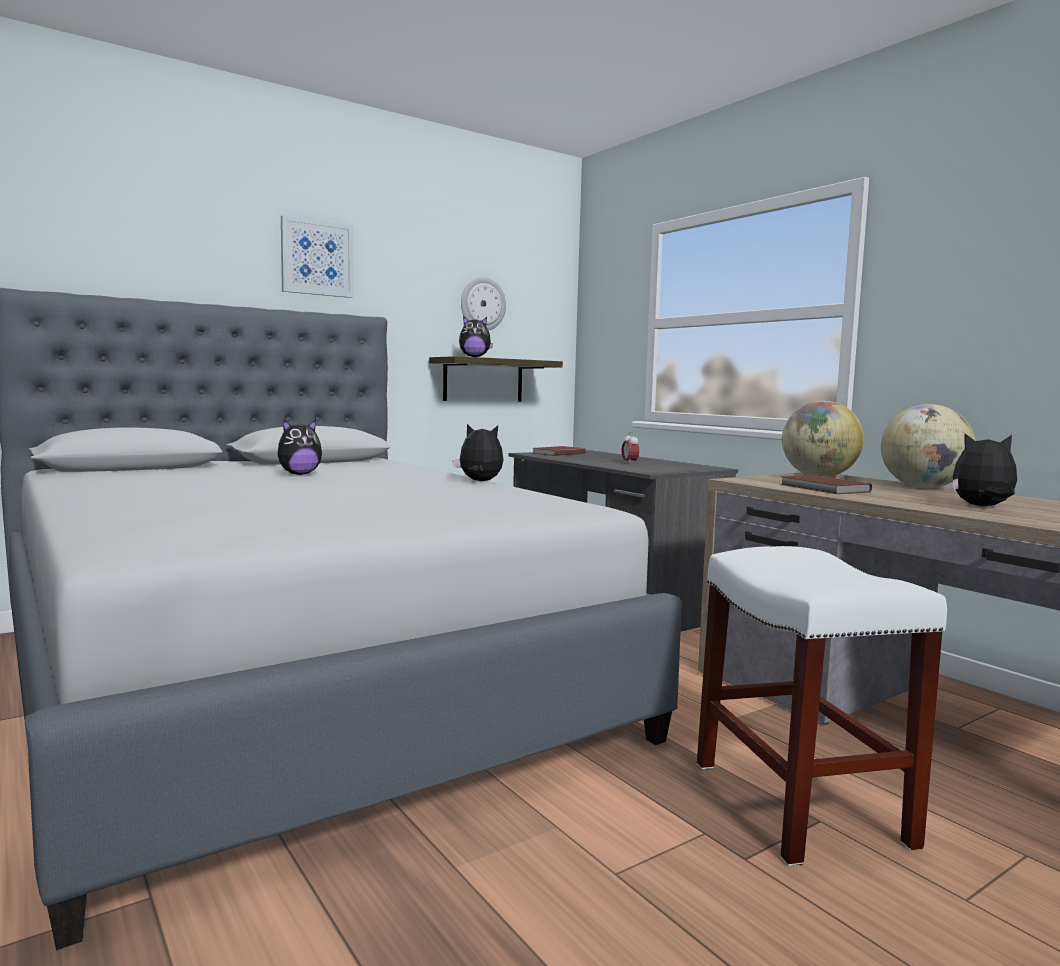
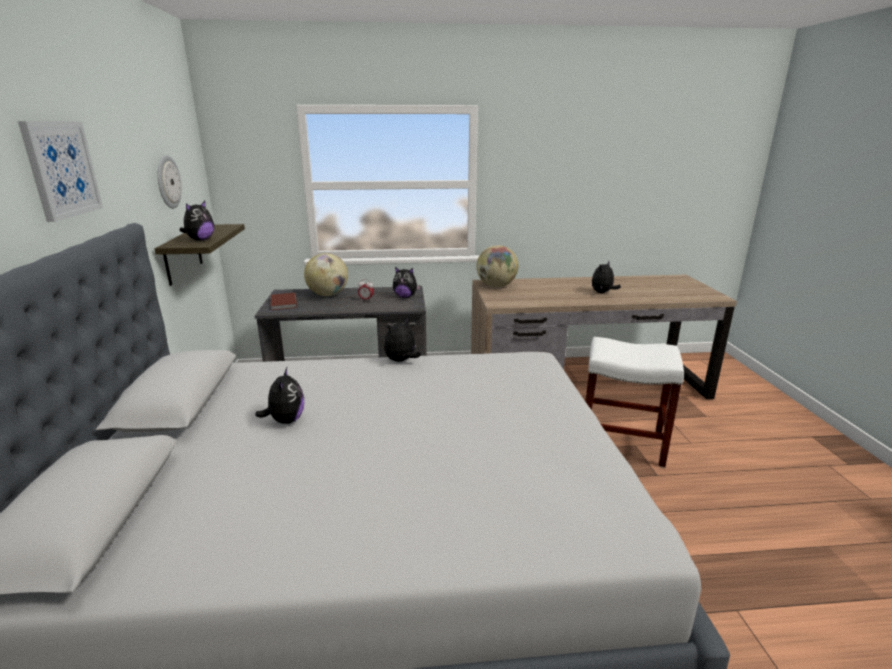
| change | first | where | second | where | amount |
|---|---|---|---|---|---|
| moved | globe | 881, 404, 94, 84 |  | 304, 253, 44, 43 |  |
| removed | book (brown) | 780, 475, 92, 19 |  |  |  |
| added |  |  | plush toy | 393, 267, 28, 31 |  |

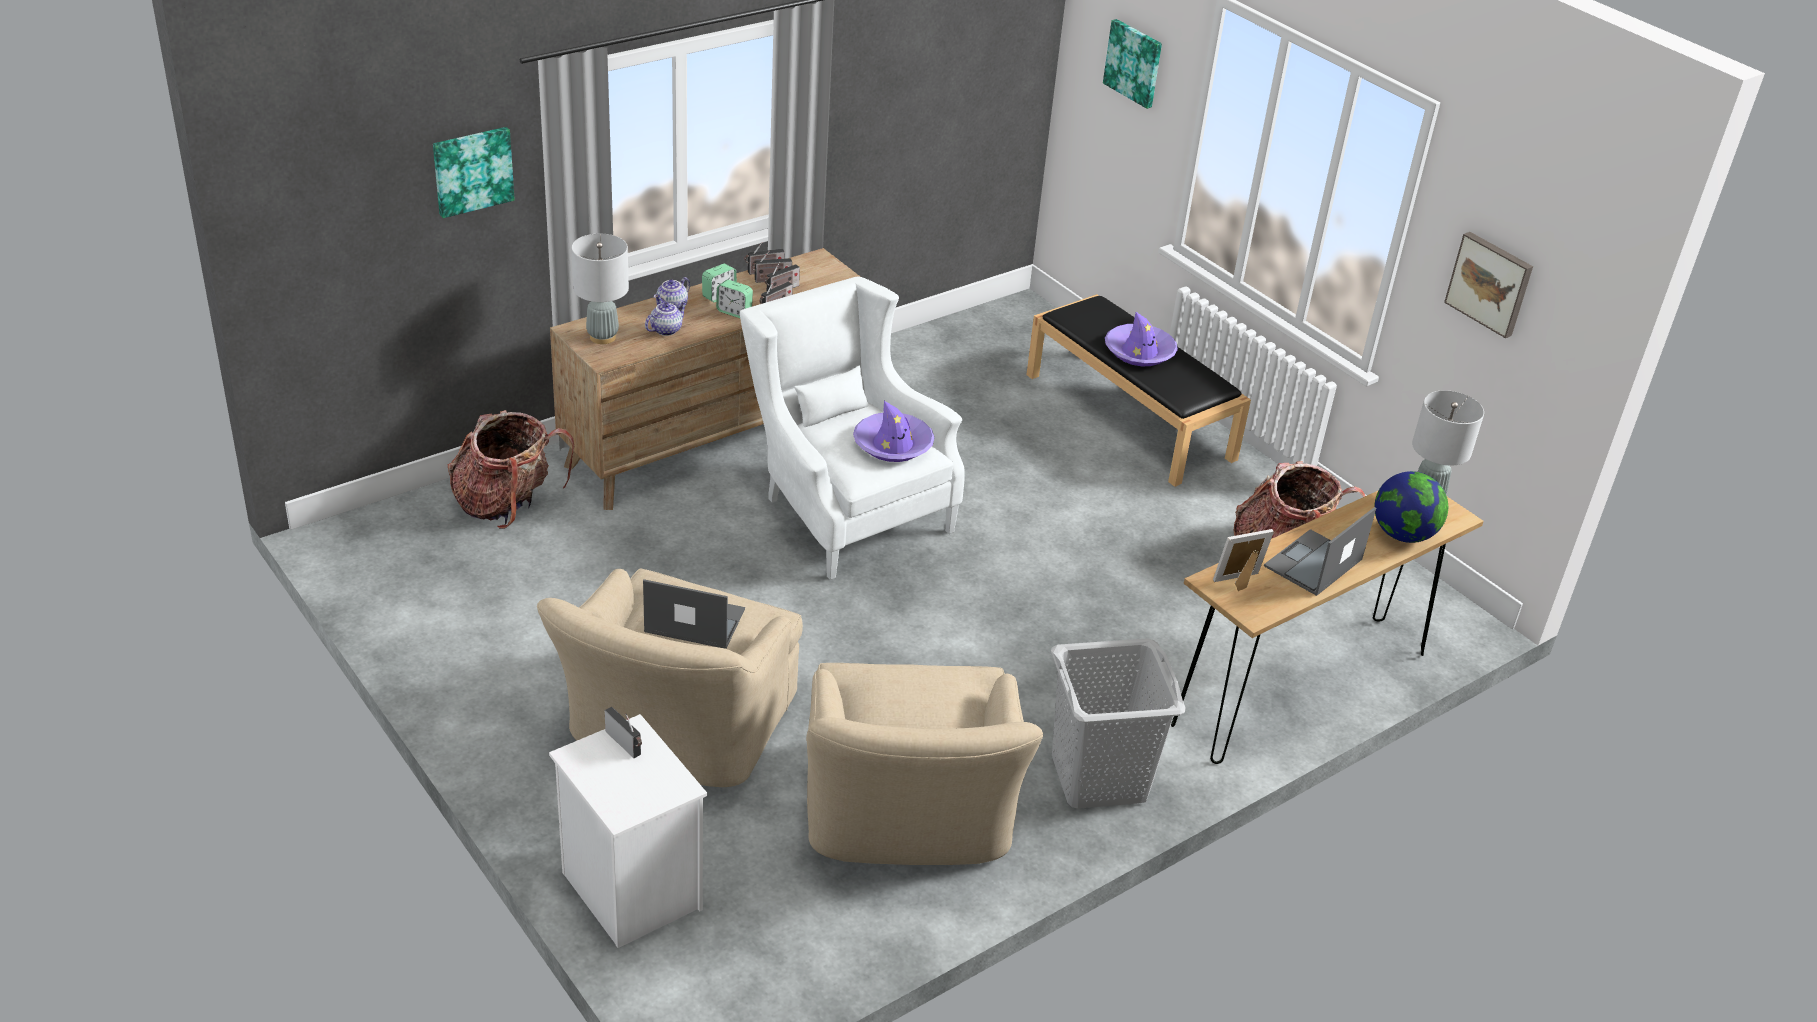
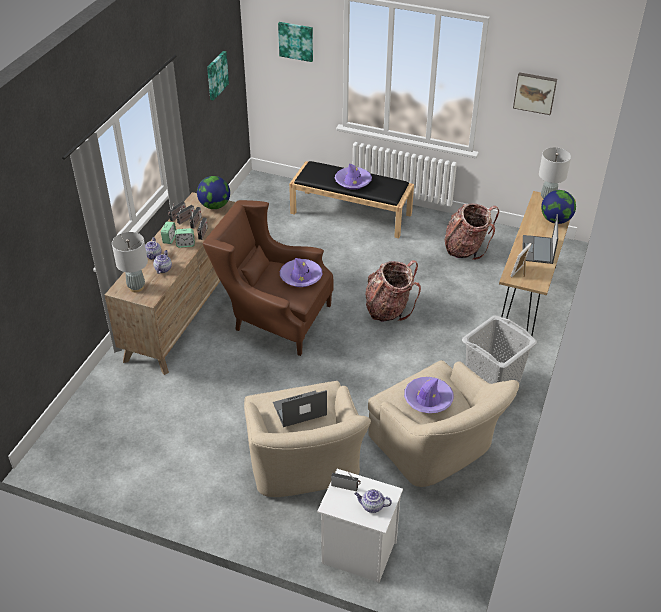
| change | first | where | second | where | amount |
|---|---|---|---|---|---|
| moved | picture | 433, 127, 82, 91 |  | 207, 51, 22, 50 |  |
| recoloured | armchair (white) | 740, 276, 225, 304 | armchair (brown) | 203, 200, 131, 156 |  |
| moved | backpack | 447, 410, 127, 119 |  | 365, 260, 56, 62 |  |
| added |  |  | globe | 197, 176, 33, 33 |  |
| added |  |  | hat (purple) | 404, 377, 50, 36 |  |
| added |  |  | teapot | 354, 489, 38, 24 |  |

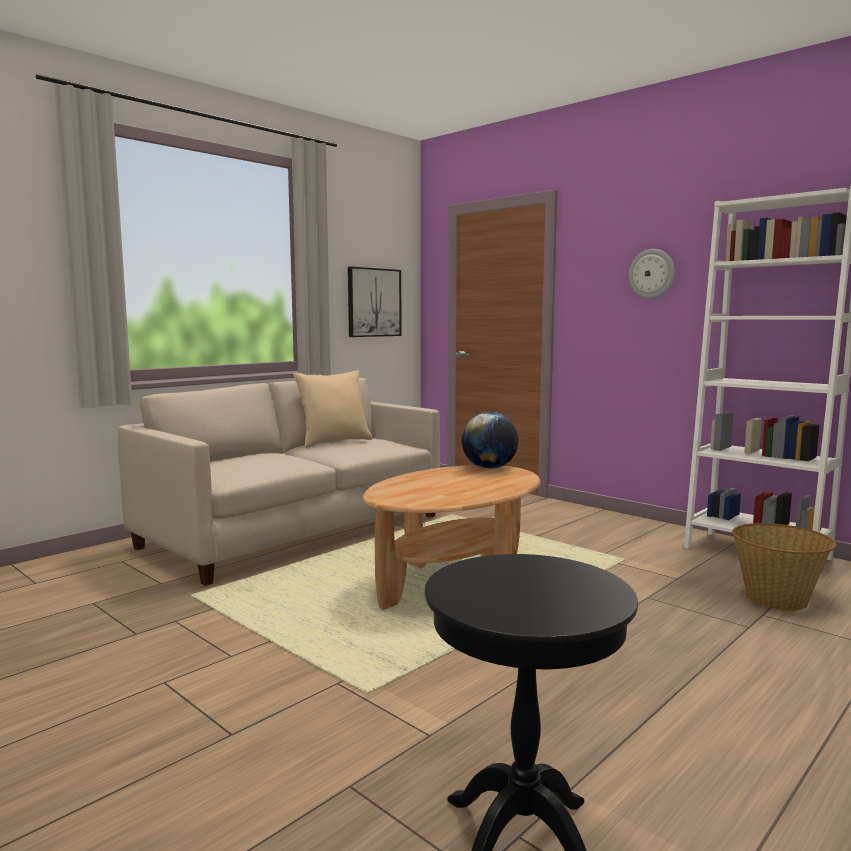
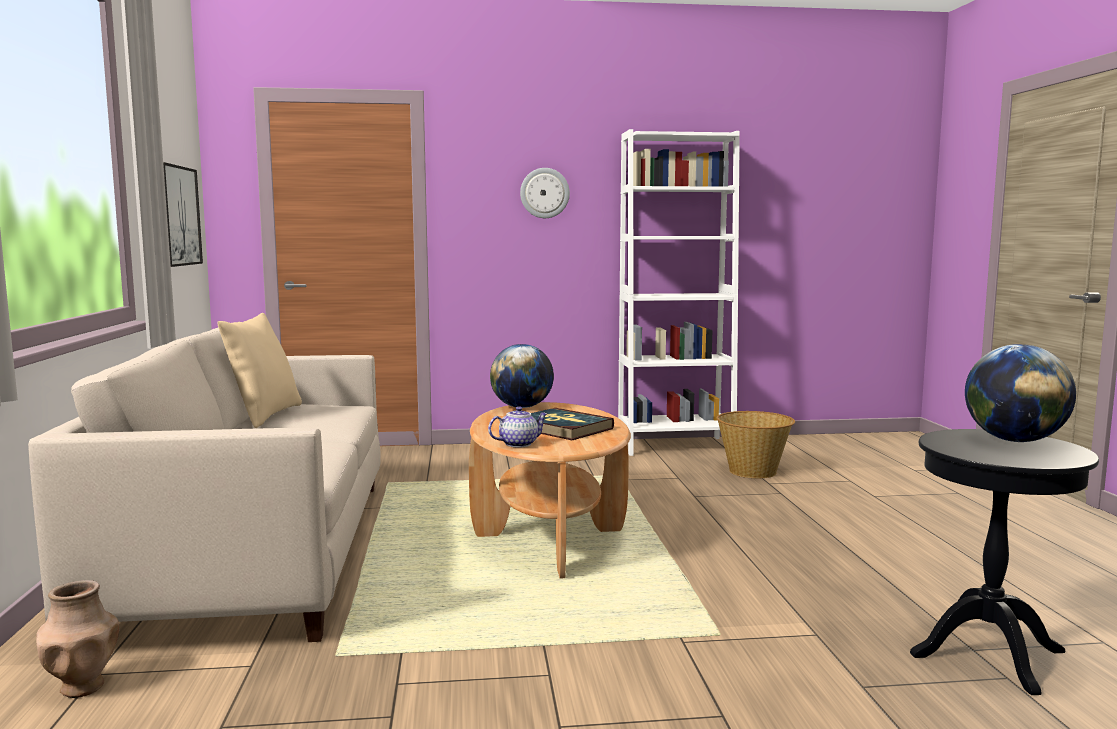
| change | first | where | second | where | amount |
|---|---|---|---|---|---|
| added |  |  | globe | 965, 344, 111, 98 |  |
| added |  |  | teapot | 488, 406, 60, 42 |  |
| added |  |  | book | 531, 408, 83, 32 |  |
| added |  |  | vase (brown) | 36, 580, 83, 118 |  |

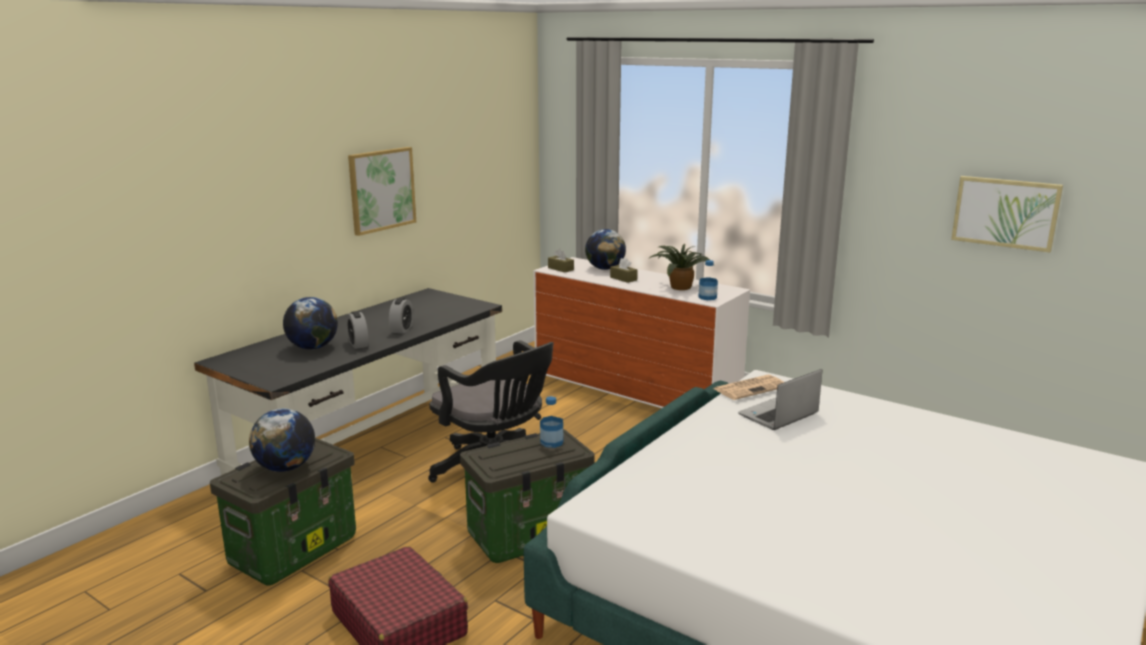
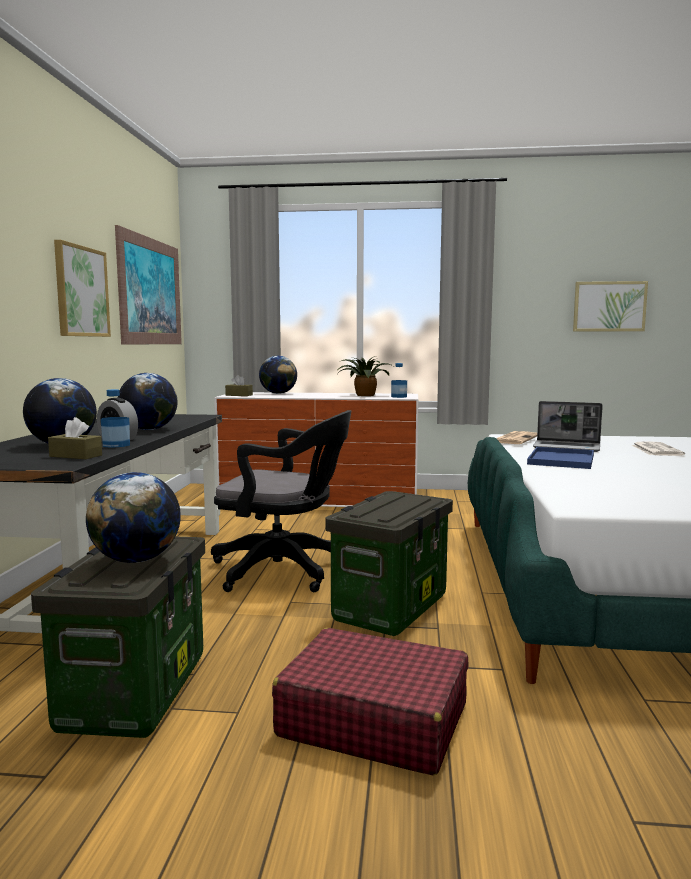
| change | first | where | second | where | amount |
|---|---|---|---|---|---|
| moved | tissue box (brown) | 610, 257, 28, 26 |  | 48, 417, 54, 42 |  |
| replaced | alarm clock | 389, 298, 24, 36 | globe | 118, 373, 60, 57 |  |
| turned | laptop | 738, 369, 84, 61 |  | 533, 401, 70, 51 | 90 degrees counterclockwise |
| moved | bottle | 540, 396, 24, 52 |  | 101, 389, 29, 59 |  |
| added |  |  | picture | 115, 225, 67, 120 |  |
| added |  |  | newspaper | 632, 441, 53, 15 |  |
| added |  |  | tray (blue) | 527, 447, 67, 22 |  |

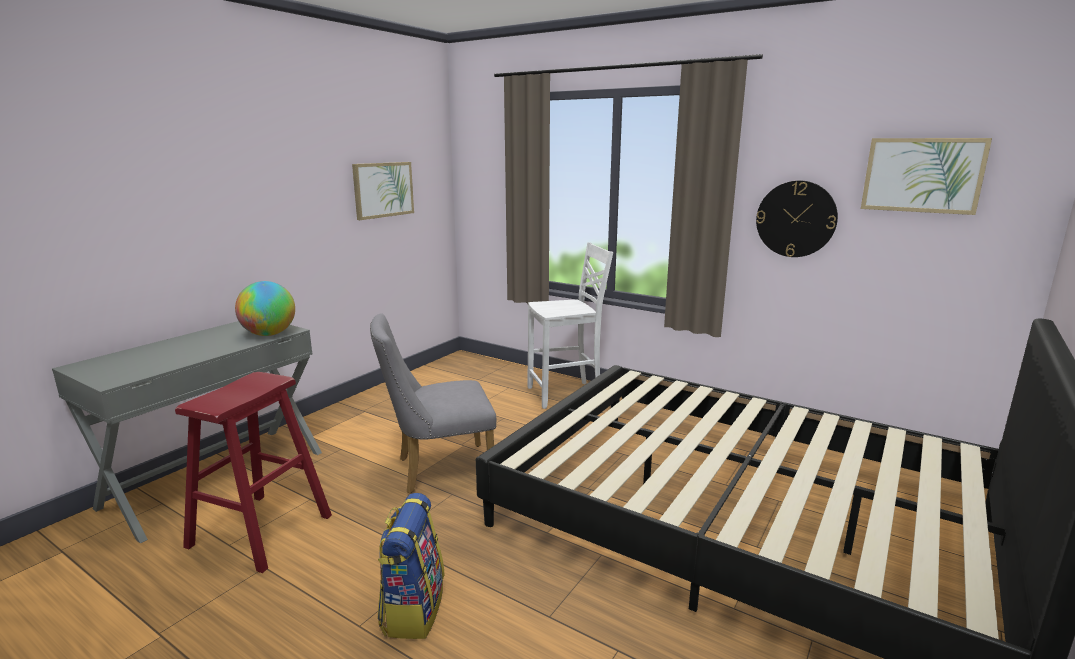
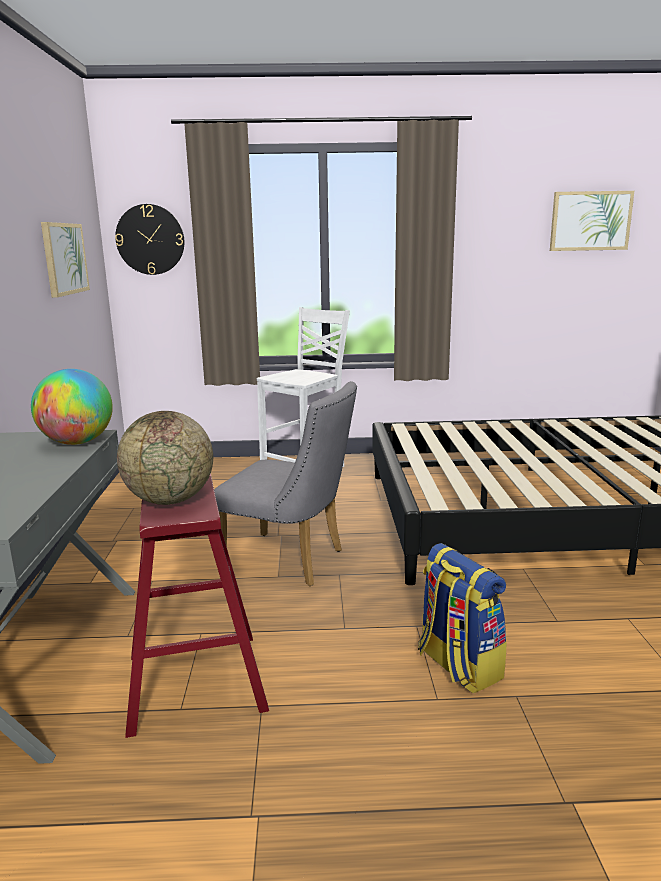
| change | first | where | second | where | amount |
|---|---|---|---|---|---|
| moved | wall clock | 756, 181, 82, 76 |  | 115, 204, 69, 71 |  |
| turned | chair (grey) | 370, 313, 126, 181 |  | 214, 381, 143, 205 | 105 degrees counterclockwise |
| added |  |  | globe | 117, 411, 96, 94 |  |

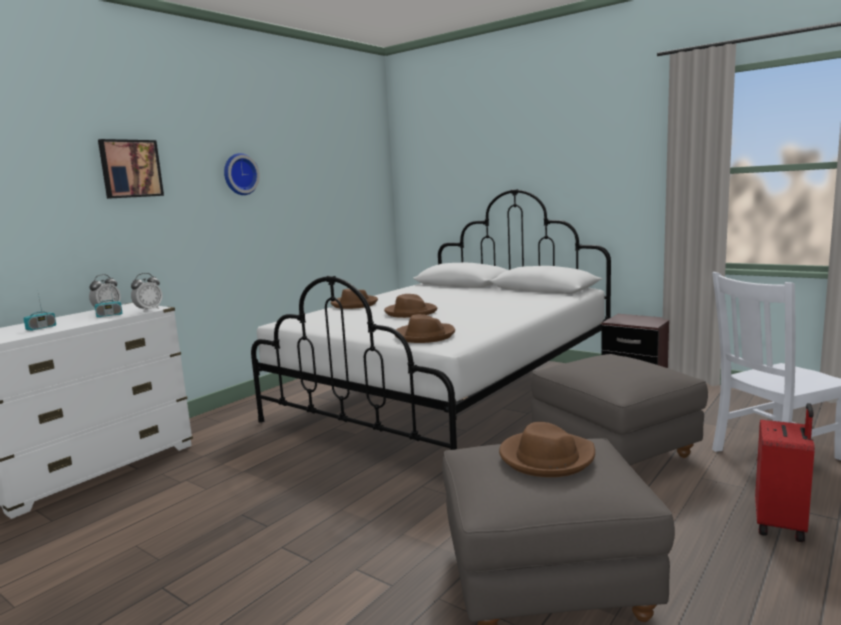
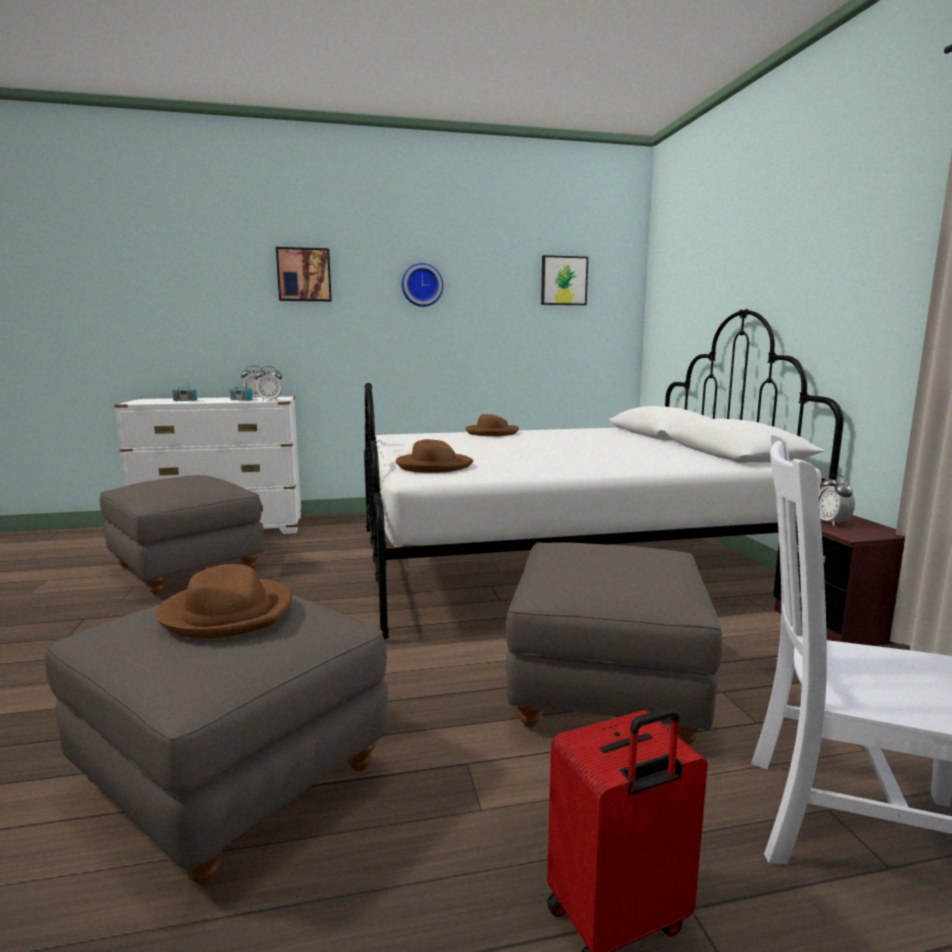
| change | first | where | second | where | amount |
|---|---|---|---|---|---|
| removed | hat (brown) | 384, 294, 53, 24 |  |  |  |
| added |  |  | picture | 541, 255, 47, 50 |  |
| added |  |  | alarm clock | 819, 474, 36, 52 |  |
| added |  |  | ottoman (grey) | 100, 475, 164, 120 |  |

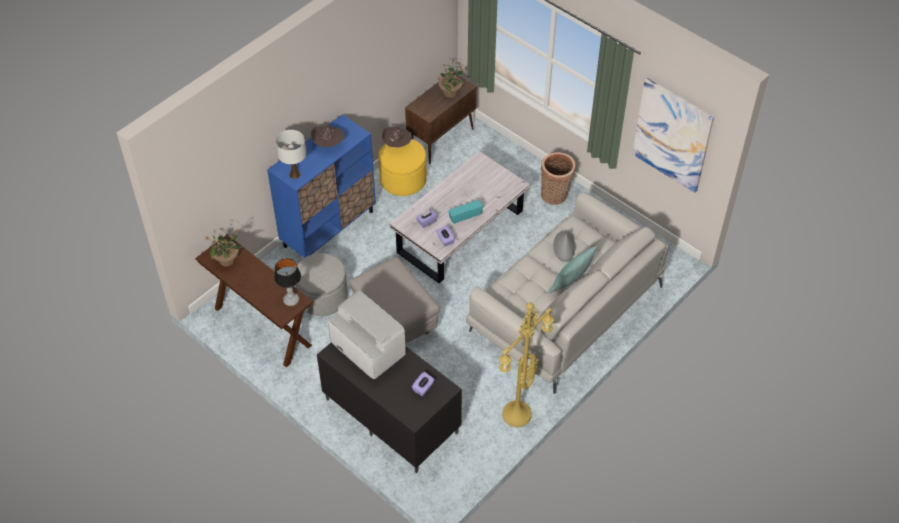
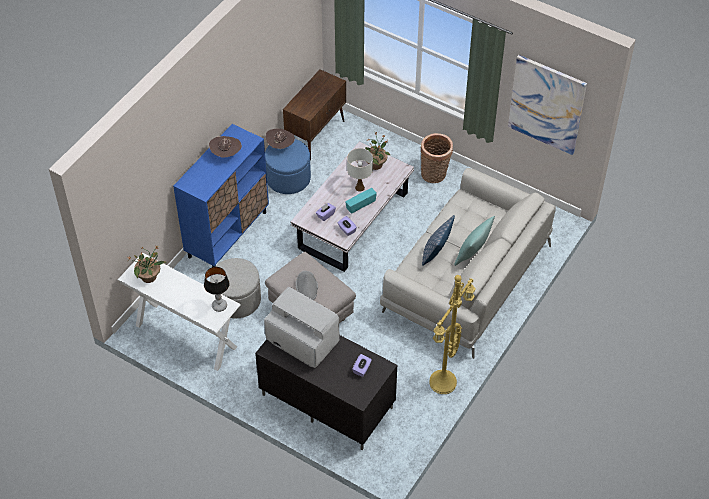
| change | first | where | second | where | amount |
|---|---|---|---|---|---|
| moved | potted plant | 438, 59, 26, 39 |  | 365, 132, 25, 38 |  |
| moved | table lamp (white) | 276, 130, 30, 49 |  | 347, 148, 26, 44 |  |
| recoloured | ottoman (yellow) | 379, 139, 48, 57 | ottoman (blue) | 265, 139, 46, 55 |  |
| moved | hat (grey) | 553, 231, 23, 31 |  | 296, 271, 22, 29 |  |
| recoloured | console table (brown) | 195, 235, 119, 132 | console table (white) | 118, 253, 123, 118 |  |
| added |  |  | pillow | 422, 215, 33, 51 |  |

